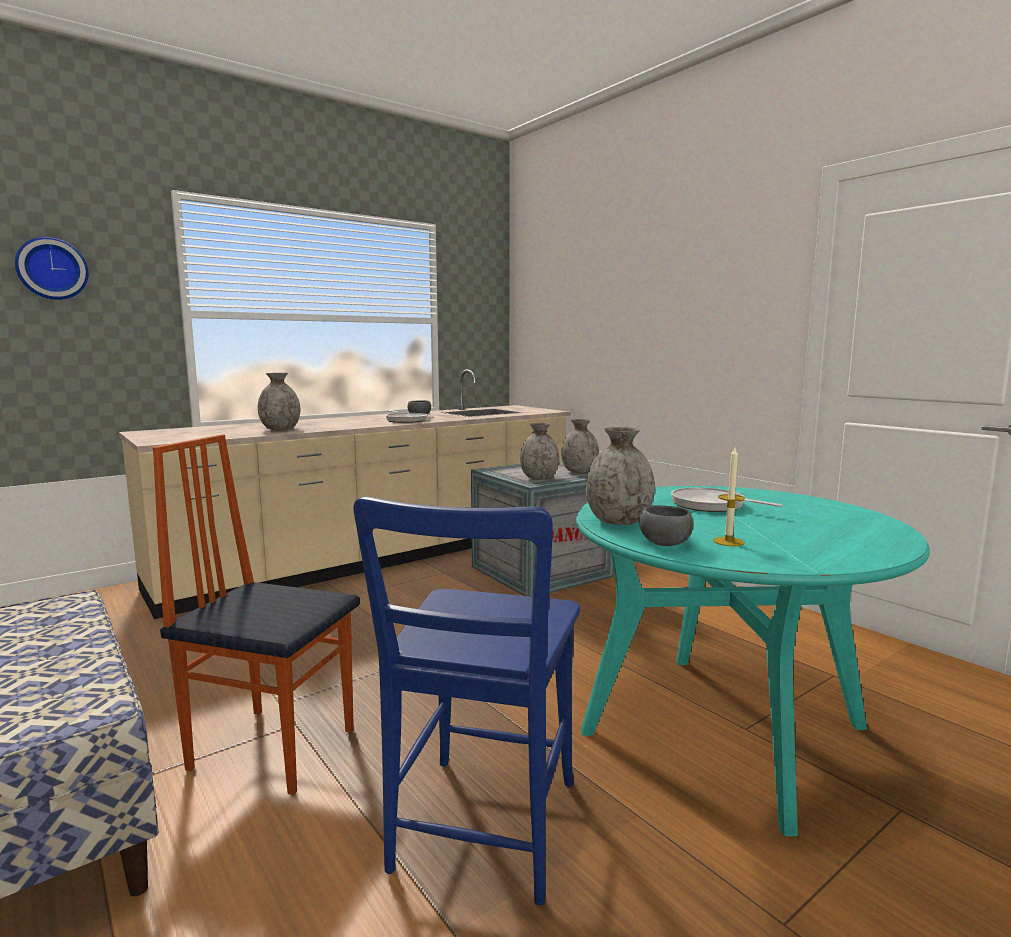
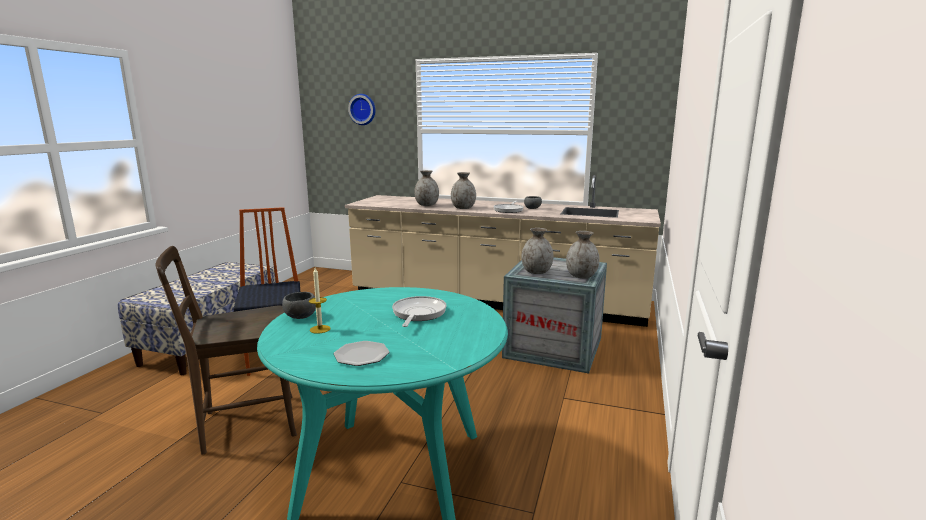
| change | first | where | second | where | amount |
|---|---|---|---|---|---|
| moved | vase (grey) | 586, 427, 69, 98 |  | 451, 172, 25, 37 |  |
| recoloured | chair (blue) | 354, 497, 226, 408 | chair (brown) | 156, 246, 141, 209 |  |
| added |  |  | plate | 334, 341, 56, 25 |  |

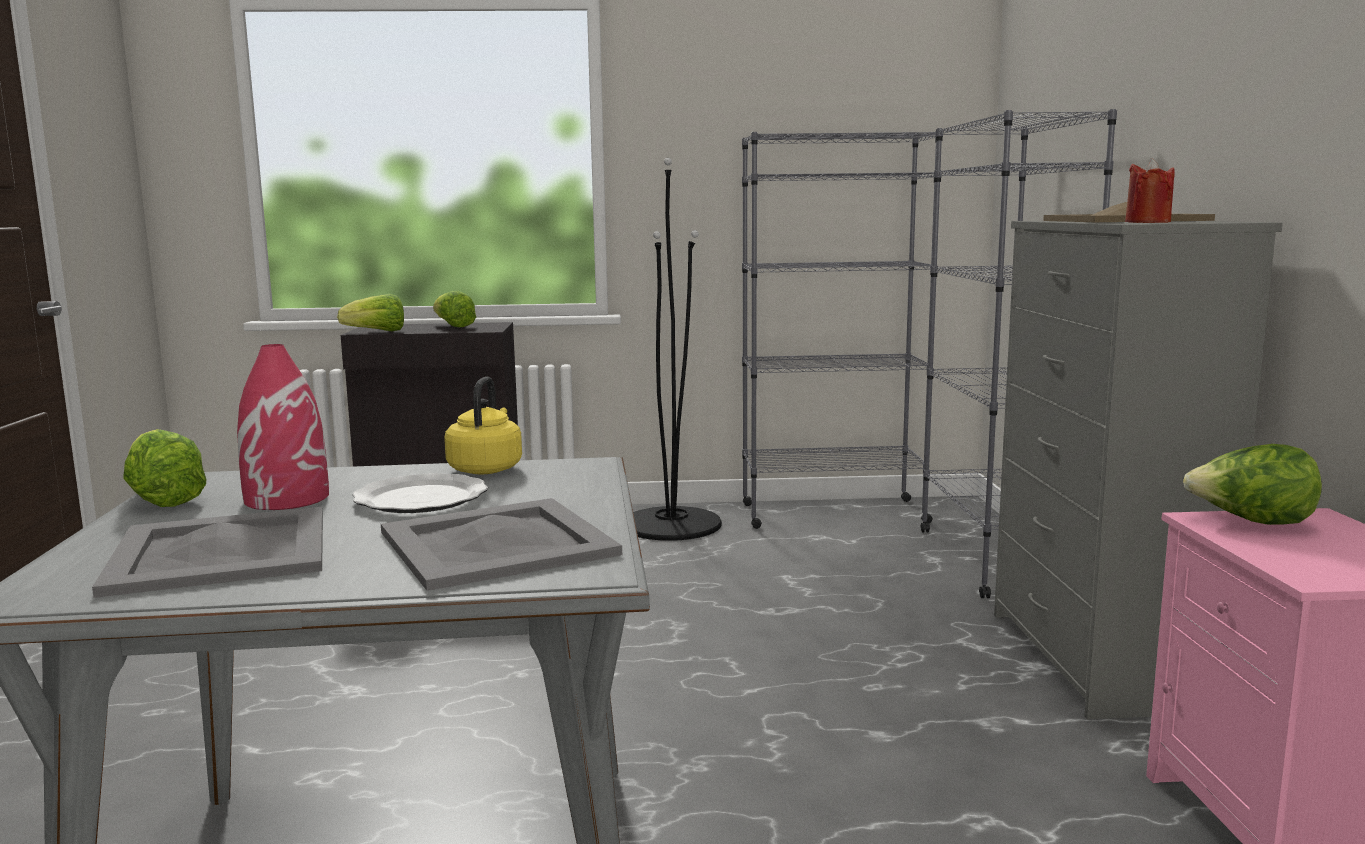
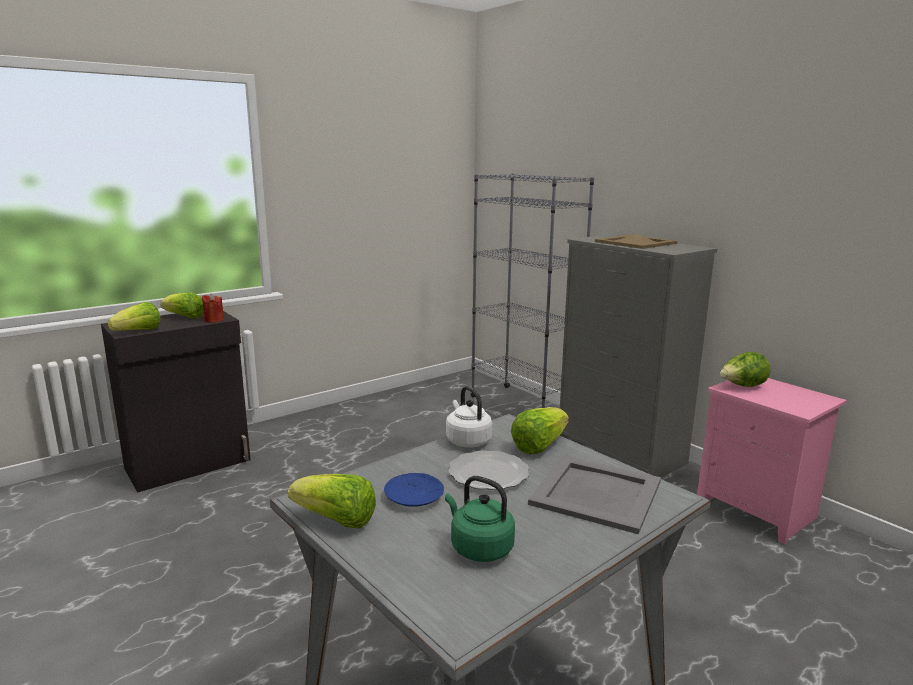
| change | first | where | second | where | amount |
|---|---|---|---|---|---|
| removed | bookcase (grey) | 742, 131, 195, 398 |  |  |  |
| removed | floor lamp (black) | 633, 158, 89, 383 |  |  |  |
| moved | candle (red) | 1125, 158, 50, 65 |  | 202, 293, 22, 30 |  |
| replaced | vase (red) | 237, 344, 92, 166 | plate (blue) | 384, 473, 60, 34 |  |
| recoloured | kettle (yellow) | 444, 377, 78, 97 | kettle (white) | 446, 386, 46, 62 |  |
| replaced | tray (grey) | 92, 507, 231, 91 | kettle (green) | 445, 476, 70, 86 |  |
| added |  |  | lettuce | 511, 407, 58, 47 |  |

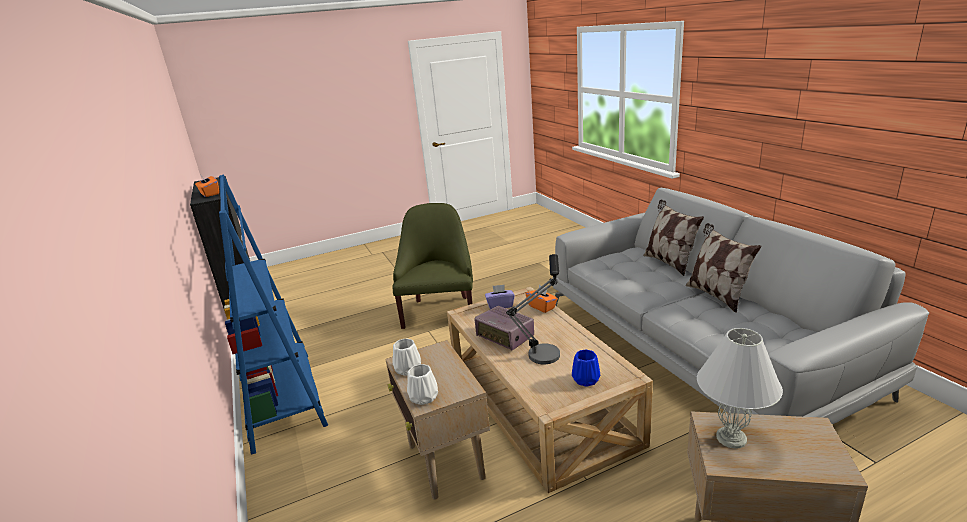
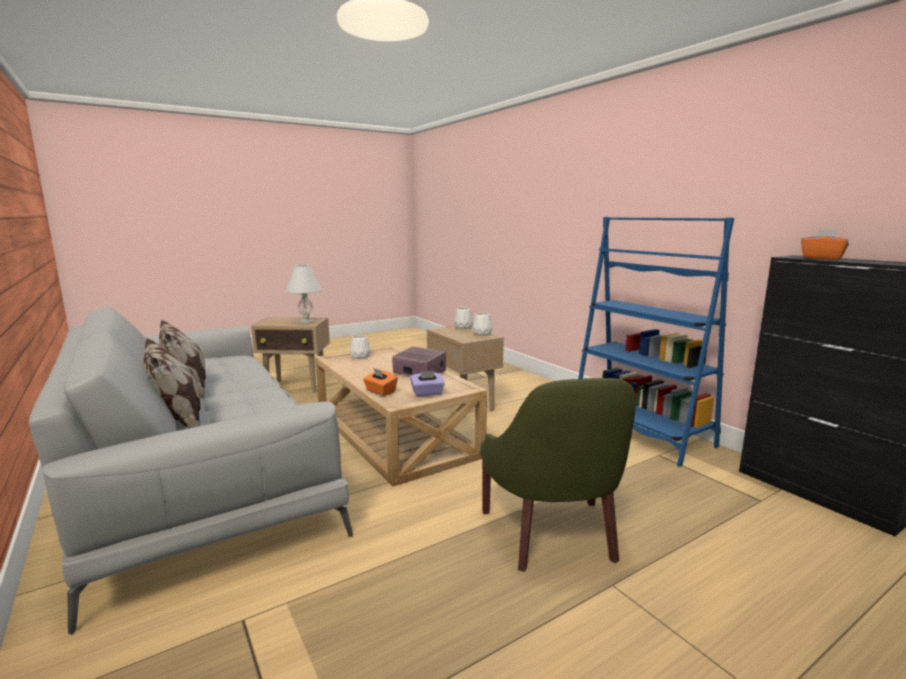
| change | first | where | second | where | amount |
|---|---|---|---|---|---|
| removed | table lamp | 506, 254, 54, 111 |  |  |  |
| recoloured | vase (blue) | 572, 350, 28, 37 | vase (white) | 350, 335, 20, 24 |  |

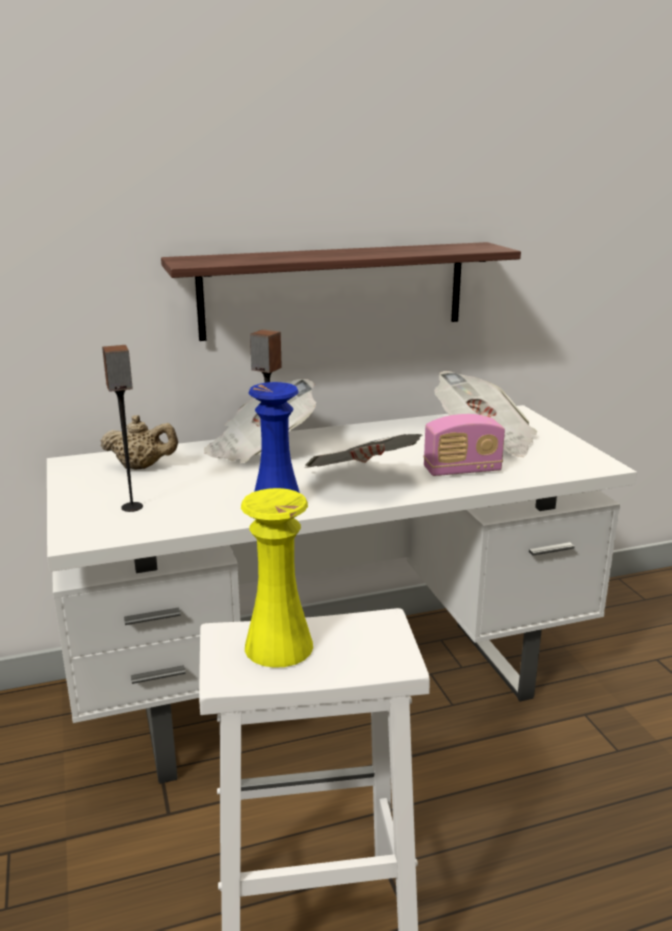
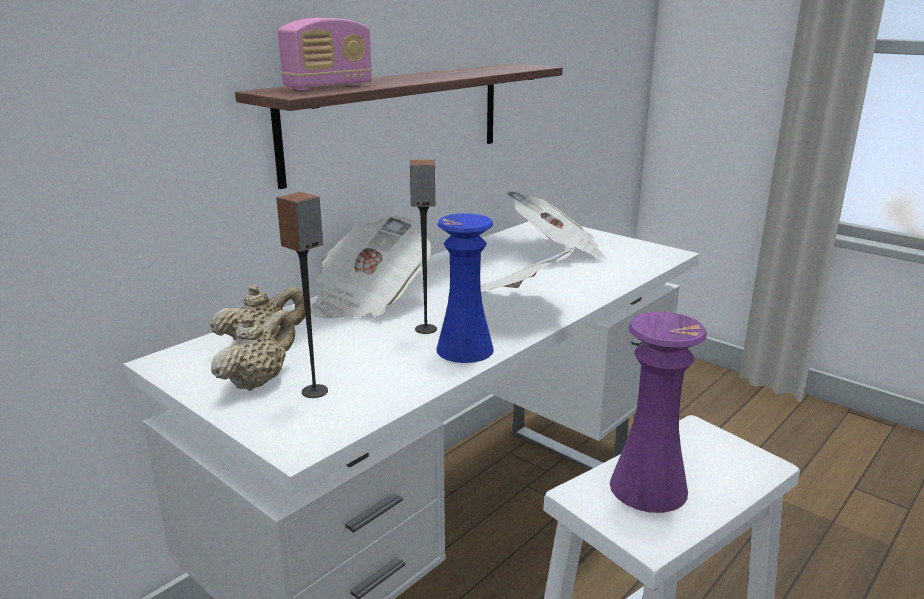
| change | first | where | second | where | amount |
|---|---|---|---|---|---|
| moved | radio | 424, 414, 81, 62 |  | 278, 18, 94, 72 |  |
| recoloured | vase (yellow) | 241, 488, 72, 180 | vase (purple) | 610, 312, 97, 201 |  |
| added |  |  | teapot (beige) | 211, 310, 84, 81 |  |

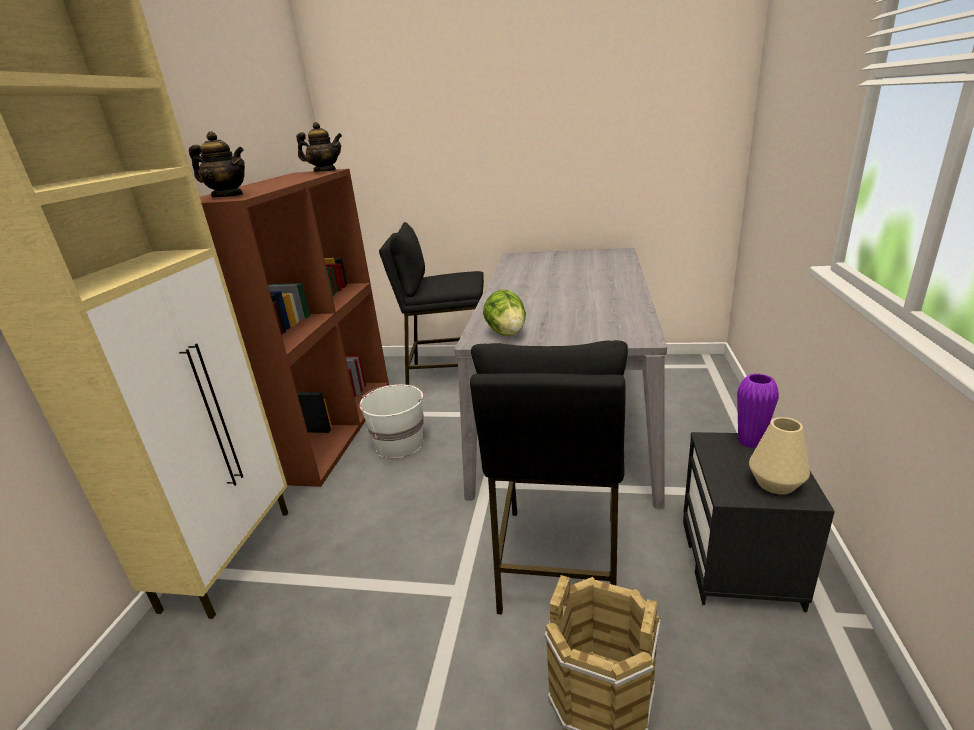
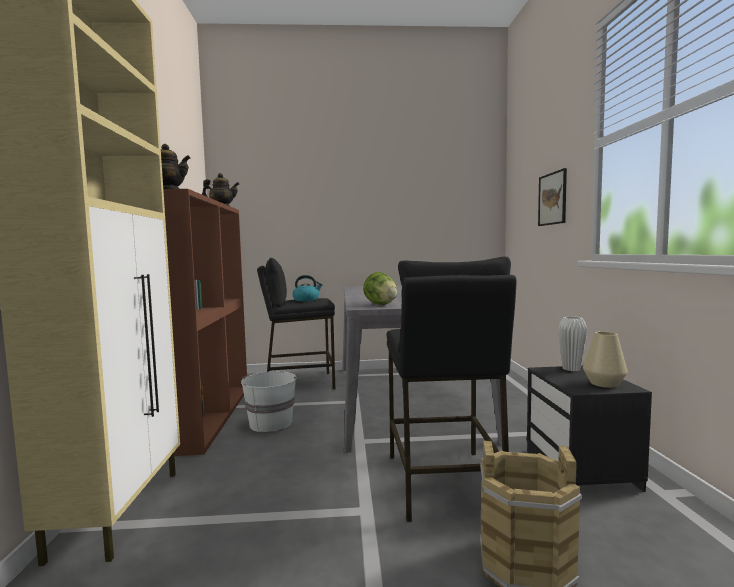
| change | first | where | second | where | amount |
|---|---|---|---|---|---|
| recoloured | vase (purple) | 737, 373, 42, 75 | vase (white) | 558, 316, 29, 55 |  |
| added |  |  | picture | 538, 168, 29, 58 |  |
| added |  |  | kettle | 293, 275, 30, 26 |  |

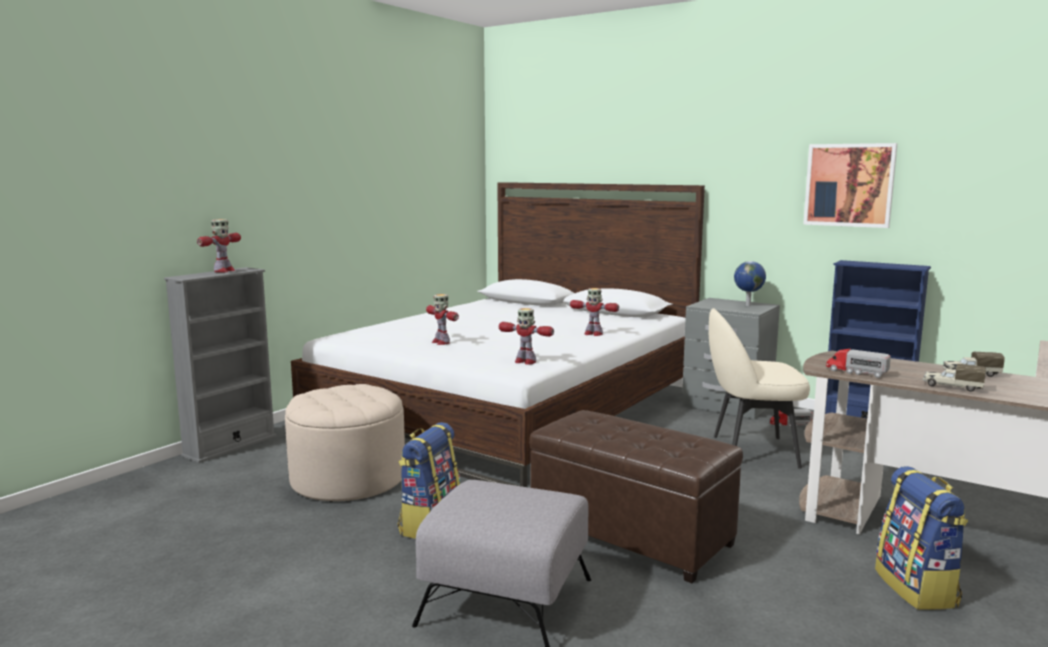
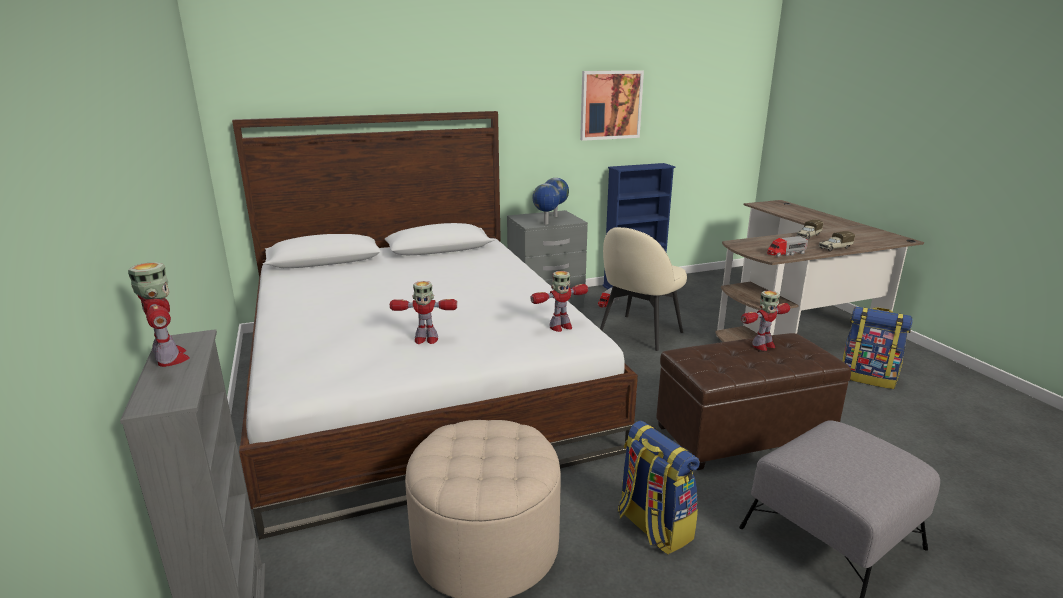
| change | first | where | second | where | amount |
|---|---|---|---|---|---|
| moved | toy robot | 570, 288, 49, 48 |  | 741, 291, 49, 60 |  |
| added |  |  | globe | 532, 183, 28, 41 |  |

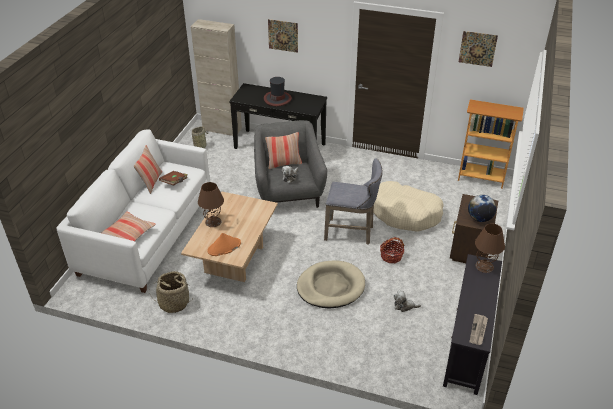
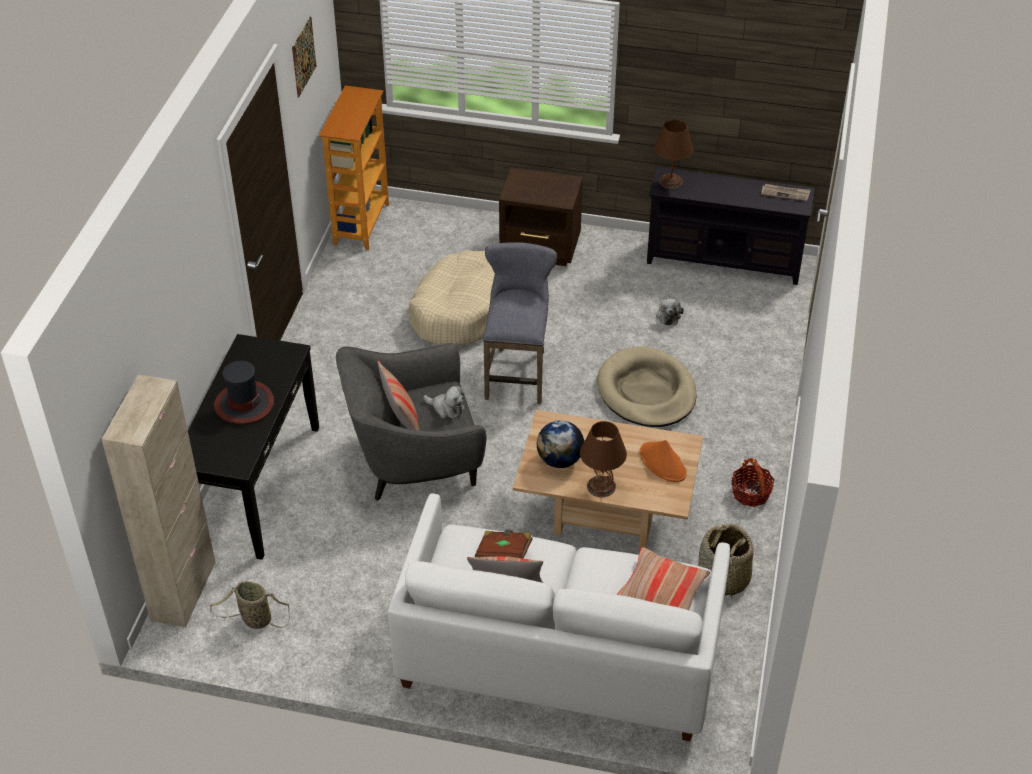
| change | first | where | second | where | amount |
|---|---|---|---|---|---|
| removed | picture | 268, 19, 30, 34 |  |  |  |
| moved | globe | 468, 195, 28, 27 |  | 537, 420, 47, 48 |  |
| moved | basket | 380, 237, 25, 26 |  | 731, 458, 43, 49 |  |

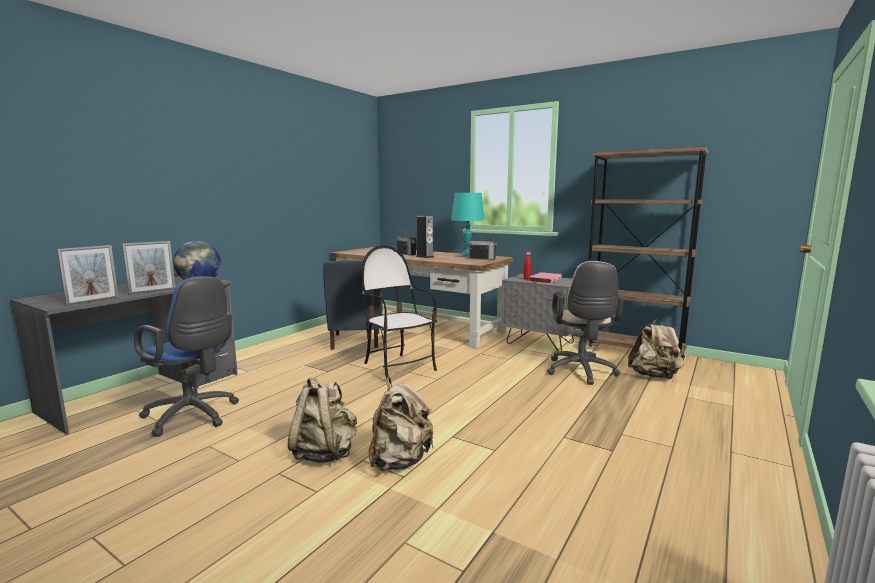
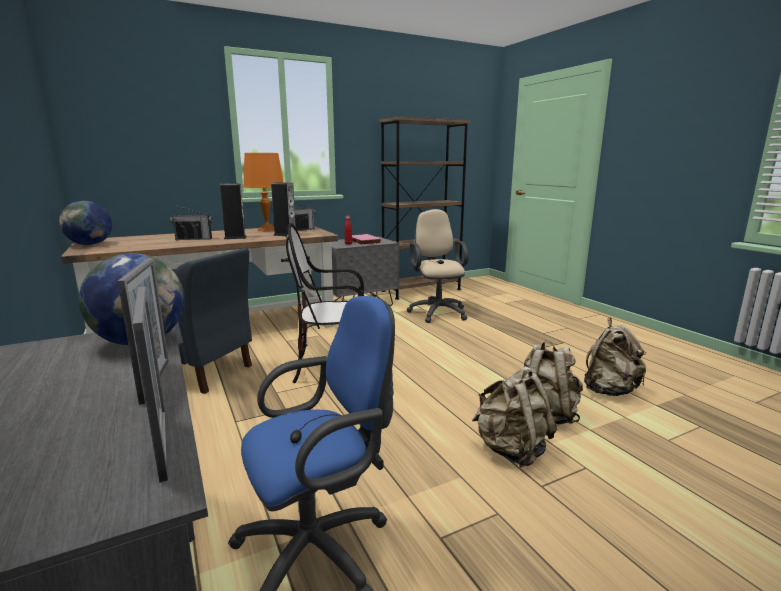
| change | first | where | second | where | amount |
|---|---|---|---|---|---|
| recoloured | table lamp (turquoise) | 451, 193, 33, 64 | table lamp (orange) | 243, 153, 40, 78 |  |
| turned | office chair (beige) | 547, 261, 77, 124 |  | 407, 209, 62, 114 | 135 degrees counterclockwise |
| moved | backpack (beige) | 628, 318, 56, 61 |  | 584, 317, 63, 79 |  |
| added |  |  | speaker | 271, 182, 25, 54 |  |
| added |  |  | globe | 59, 201, 53, 44 |  |

